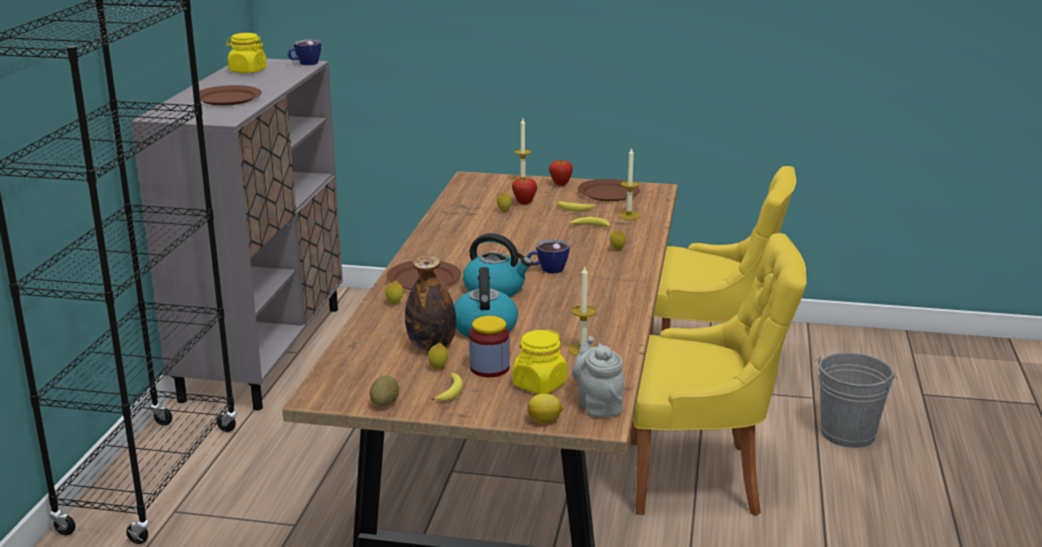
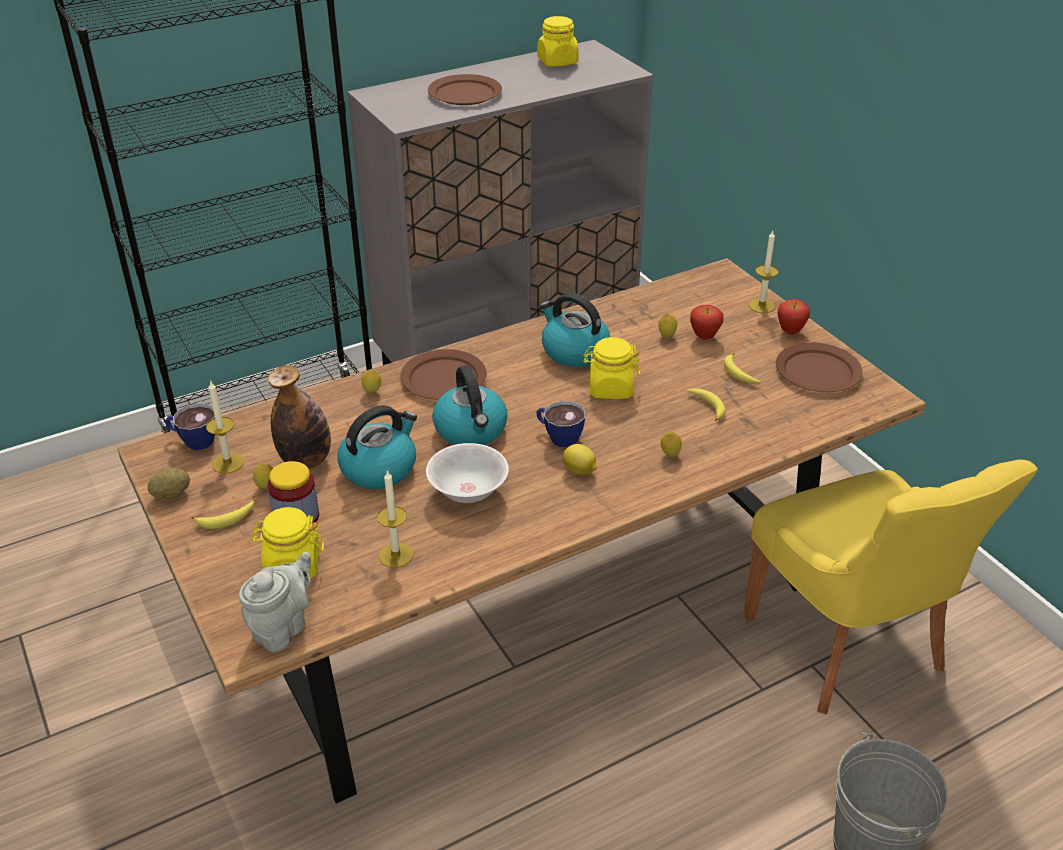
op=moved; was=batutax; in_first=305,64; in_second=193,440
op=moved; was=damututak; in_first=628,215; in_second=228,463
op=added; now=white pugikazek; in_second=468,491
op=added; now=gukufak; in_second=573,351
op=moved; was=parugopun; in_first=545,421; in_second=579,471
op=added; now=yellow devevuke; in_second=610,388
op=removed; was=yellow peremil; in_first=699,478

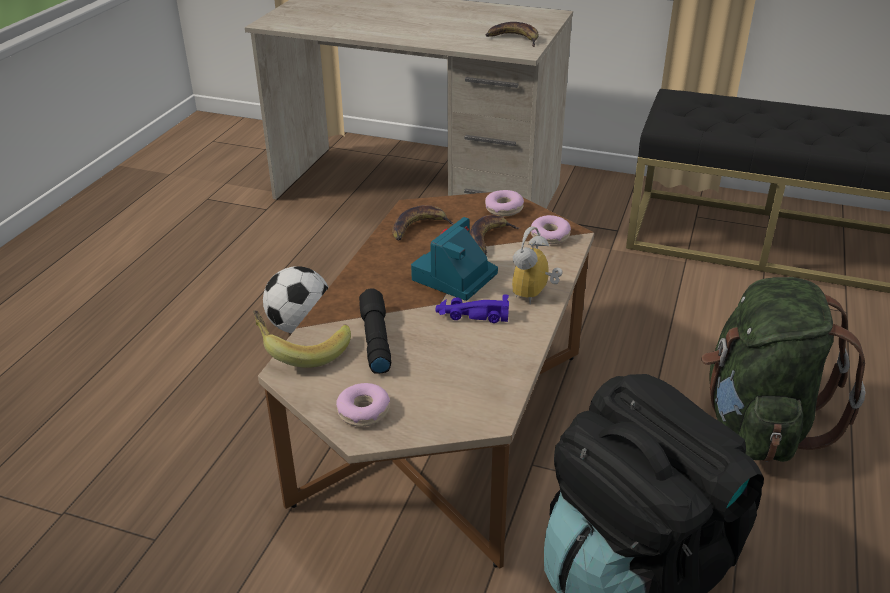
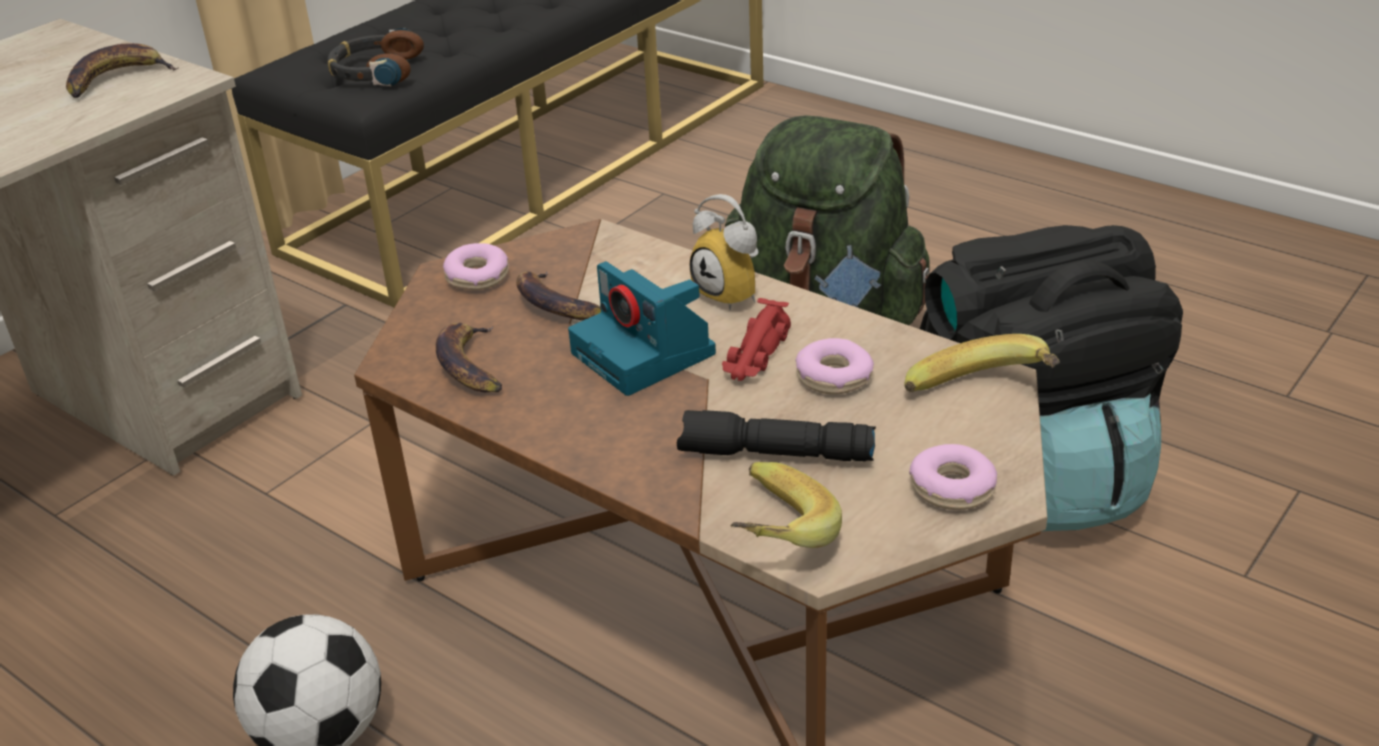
op=added; now=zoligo; in_second=375,71
op=recoloured; was=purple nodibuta; now=red nodibuta; in_first=471,315; in_second=756,355
op=moved; was=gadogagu; in_first=549,236; in_second=834,377
op=added; now=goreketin; in_second=984,398

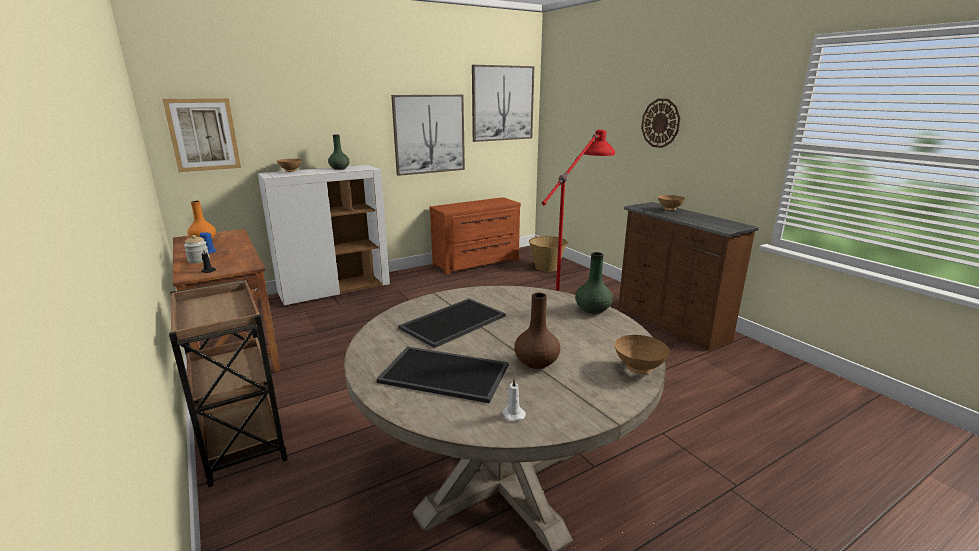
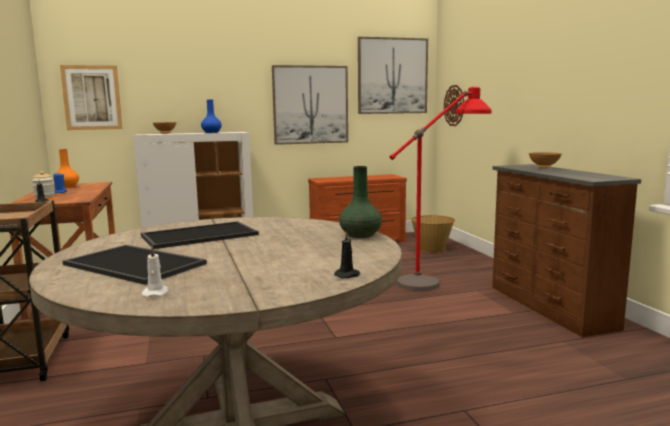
op=recoloured; was=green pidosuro; now=blue pidosuro; in_first=339,169; in_second=211,132
op=replaced; was=brown pugikazek; now=black damututak; in_first=640,369; in_second=348,275
op=moved; was=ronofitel; in_first=660,123; in_second=454,105
op=removed; was=brown pidosuro; in_first=537,362

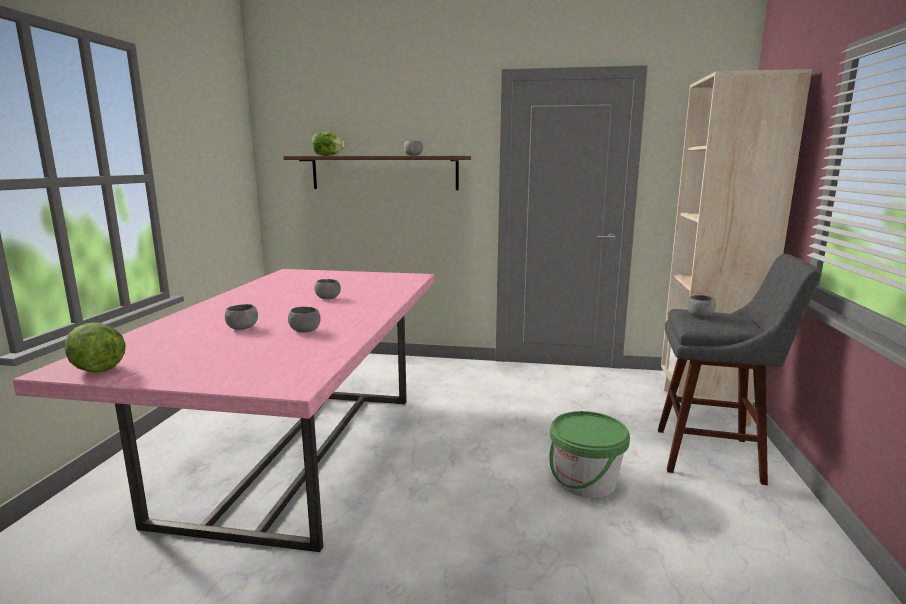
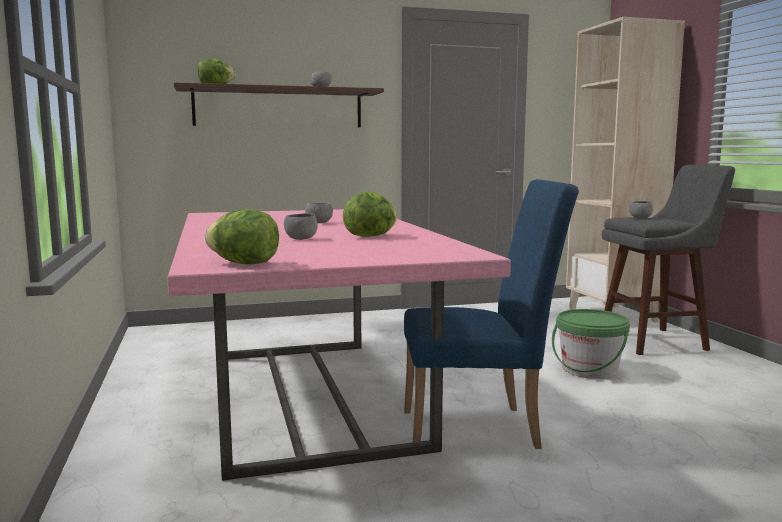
op=replaced; was=grey pugikazek; now=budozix; in_first=305,331; in_second=371,236
op=added; now=blue peremil; in_second=481,428

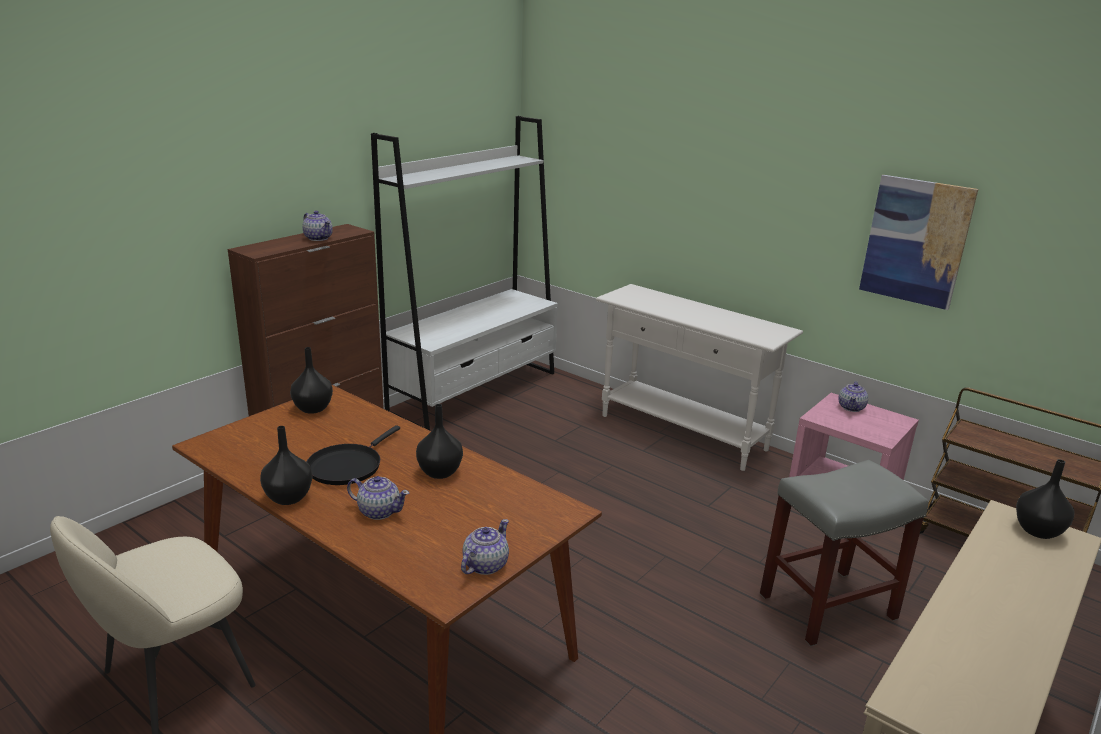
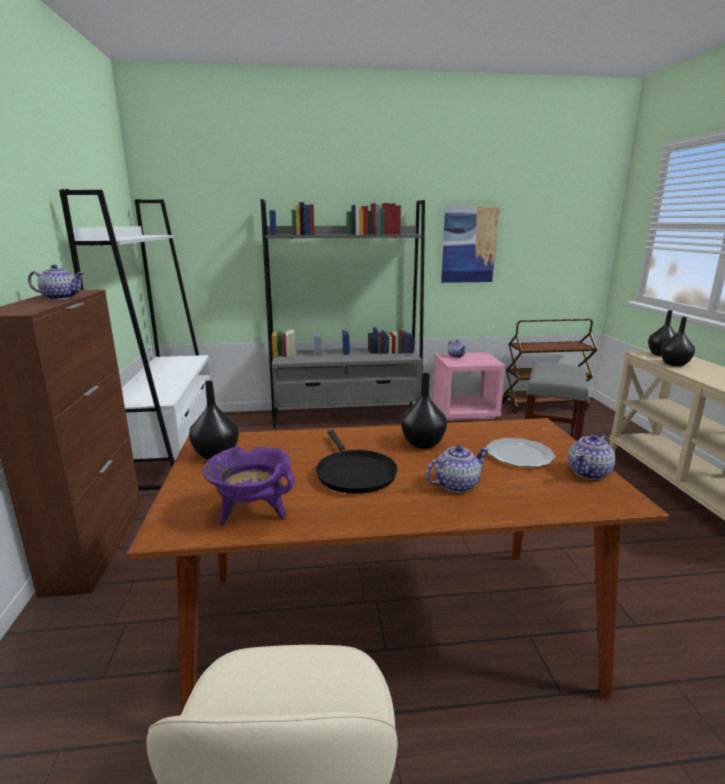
op=added; now=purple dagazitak; in_second=252,513
op=replaced; was=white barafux; now=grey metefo; in_first=683,433; in_second=347,416
op=added; now=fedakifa; in_second=519,455
op=turned; was=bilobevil; in_first=484,565; in_second=589,473; clockwise=-120
op=moved; was=black pidosuro; in_first=288,497; in_second=673,364

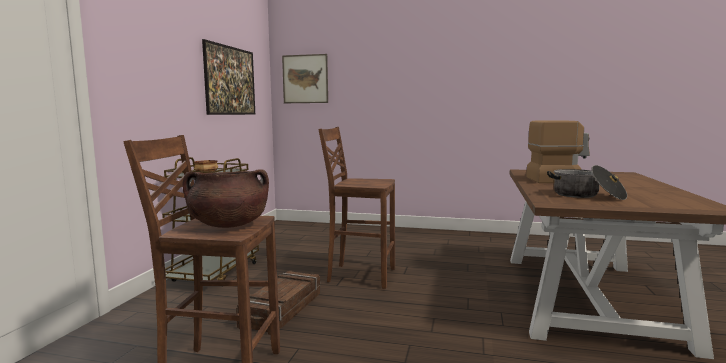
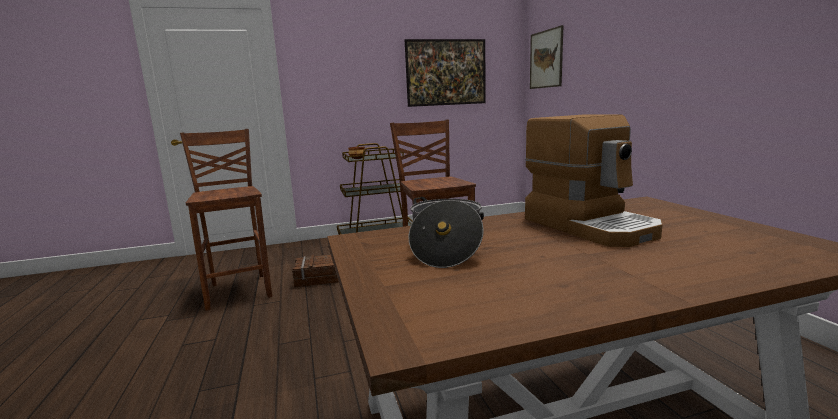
op=removed; was=brown dagazitak; in_first=229,225

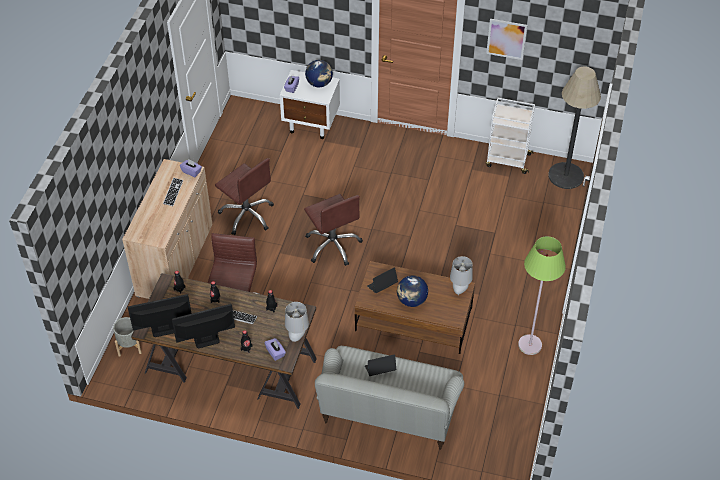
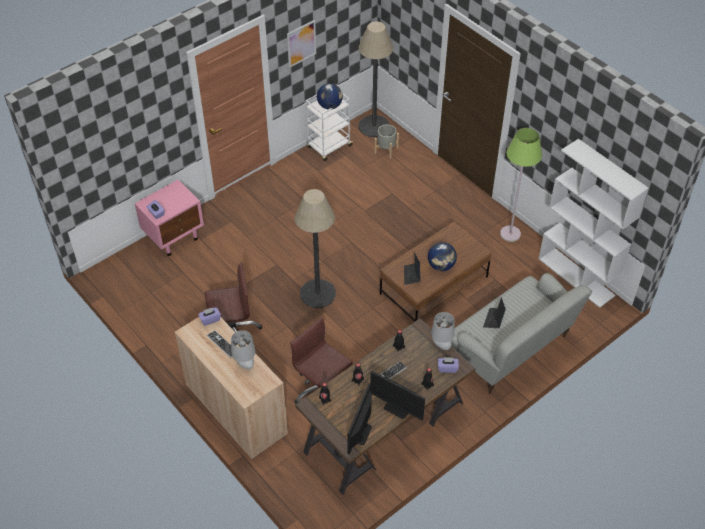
op=recoloured; was=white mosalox; now=pink mosalox; in_first=312,124; in_second=174,237
op=moved; was=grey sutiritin; in_first=459,289; in_second=245,364
op=replaced; was=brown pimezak; now=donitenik; in_first=333,245; in_second=317,294
op=moved; was=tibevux; in_first=319,83; in_second=330,106
op=turned; was=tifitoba; in_first=206,340; in_second=397,408; clockwise=-75
op=moved; was=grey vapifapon; in_first=129,346; in_second=386,150
op=added; now=white metefo; in_second=576,277

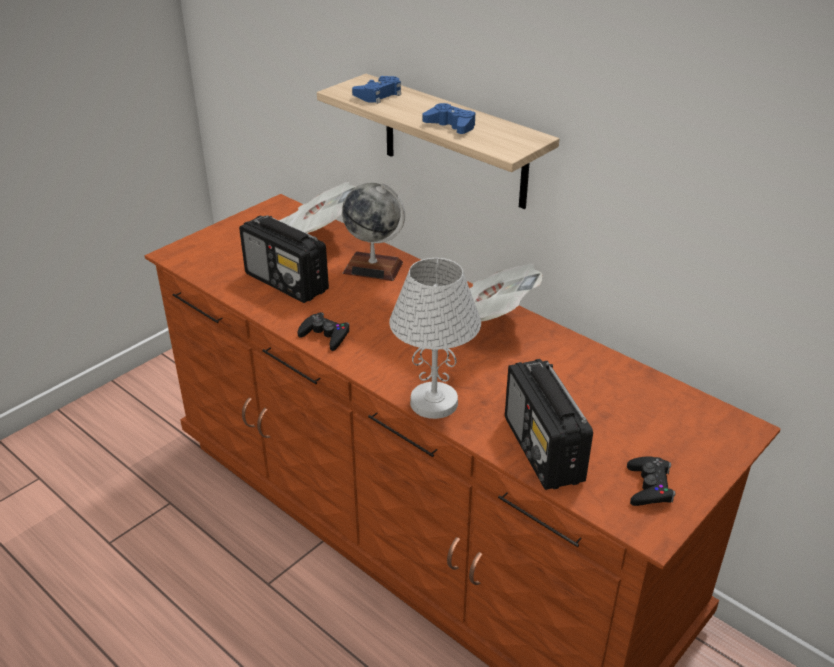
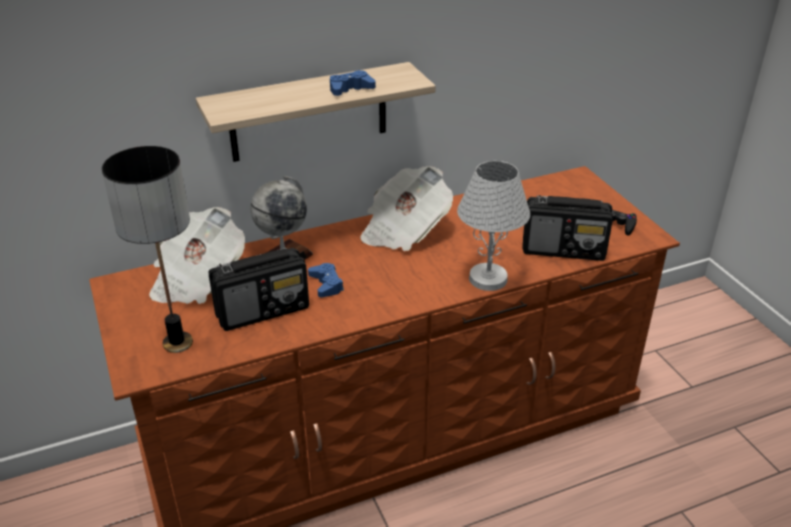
op=added; now=sutiritin; in_second=177,342
op=moved; was=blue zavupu; in_first=379,95; in_second=326,284
op=removed; was=black zavupu; in_first=325,335

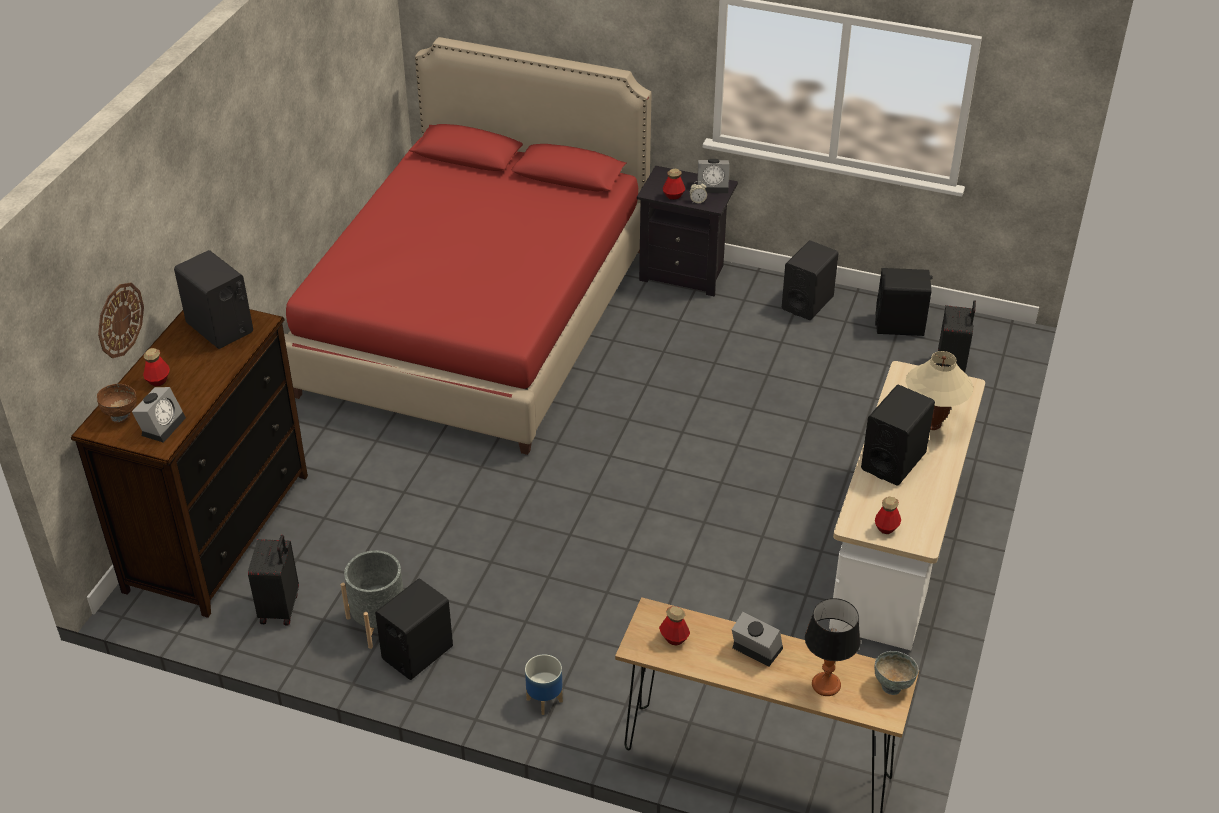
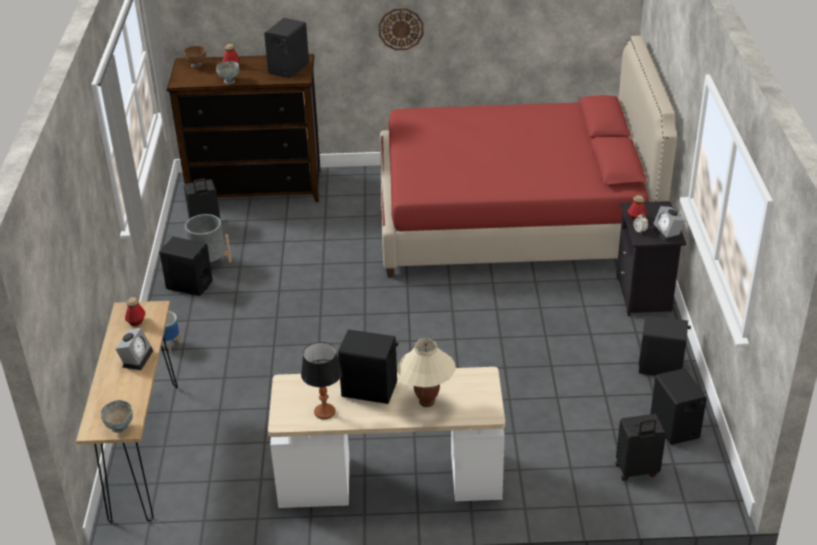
op=added; now=grey pugikazek; in_second=229,81
op=moved; was=sutiritin; in_first=826,685; in_second=324,412
op=moved; was=ronofitel; in_first=120,320; in_second=401,29
op=removed; was=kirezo; in_first=162,425
op=removed; was=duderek; in_first=886,528

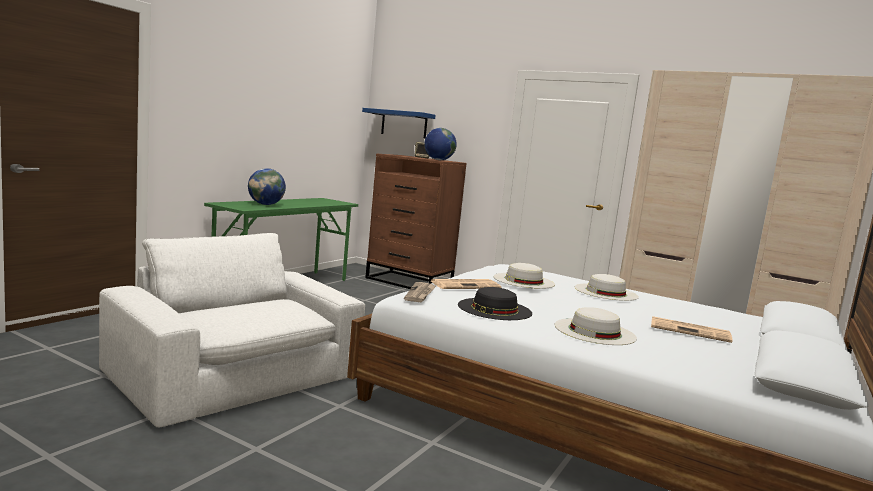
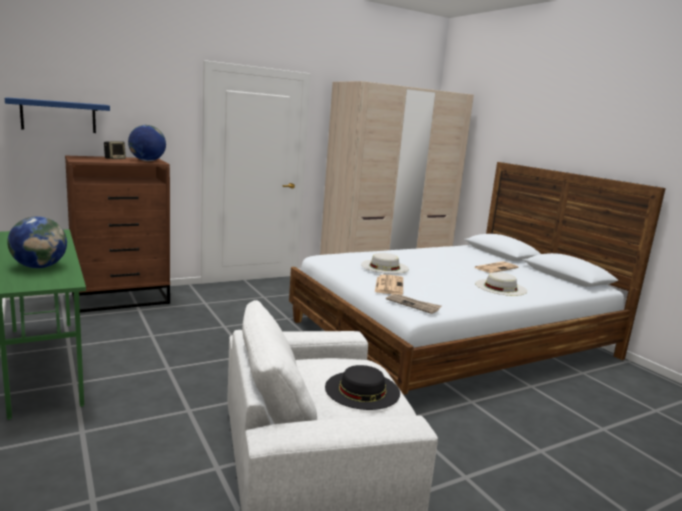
op=moved; was=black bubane; in_first=494,309; in_second=362,390
op=removed; was=white bubane; in_first=606,292

